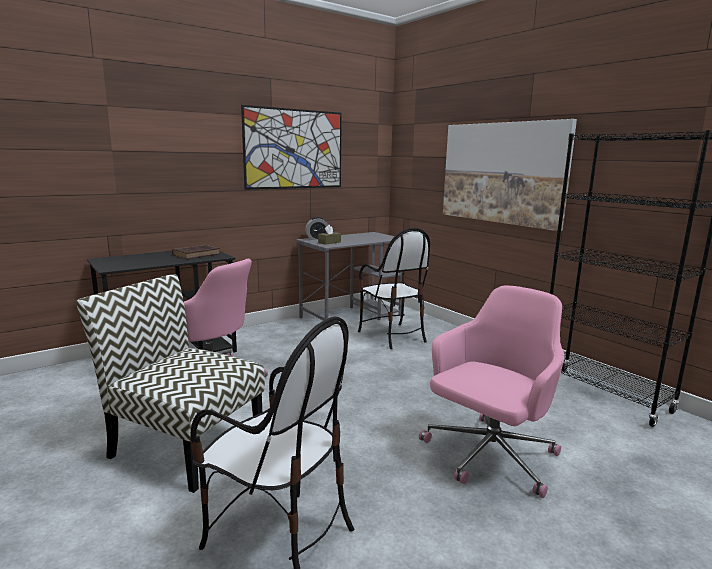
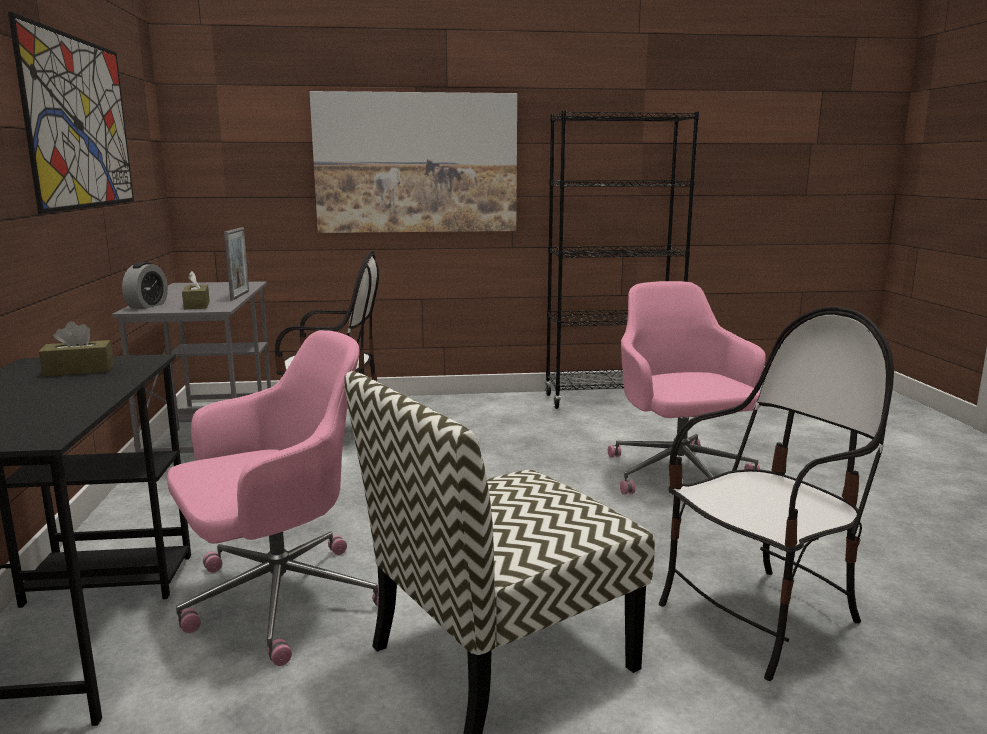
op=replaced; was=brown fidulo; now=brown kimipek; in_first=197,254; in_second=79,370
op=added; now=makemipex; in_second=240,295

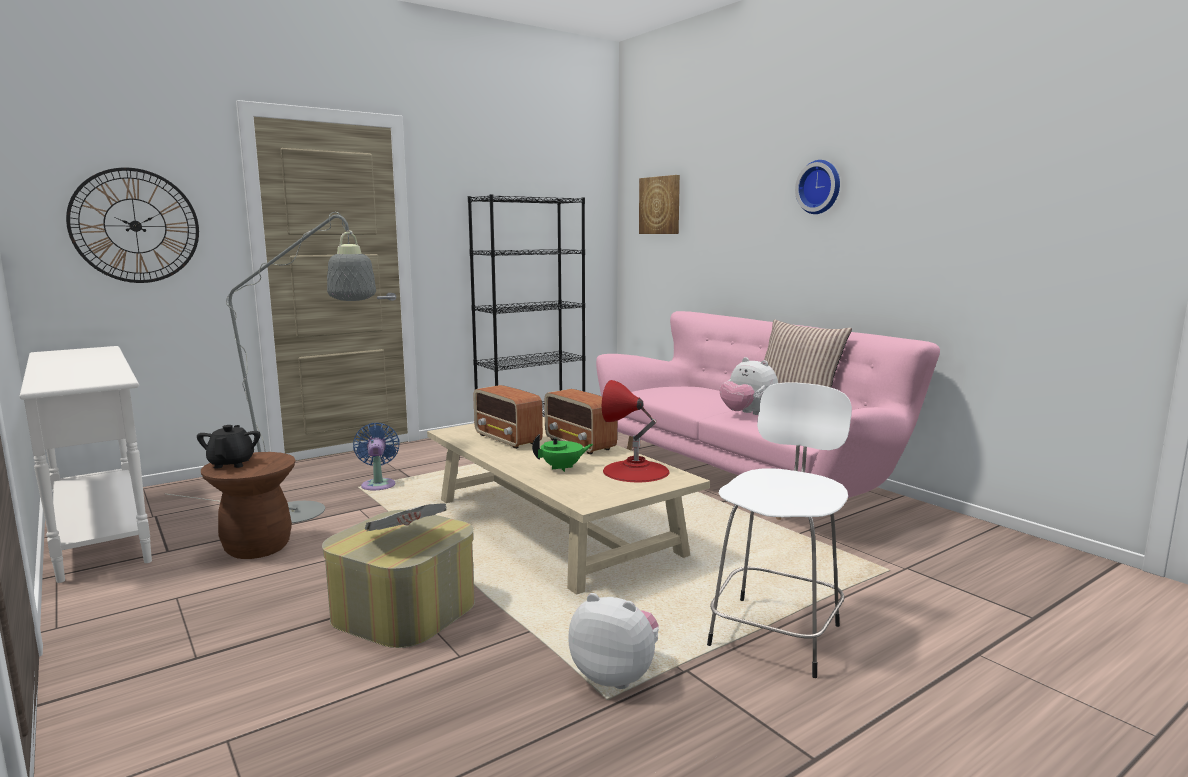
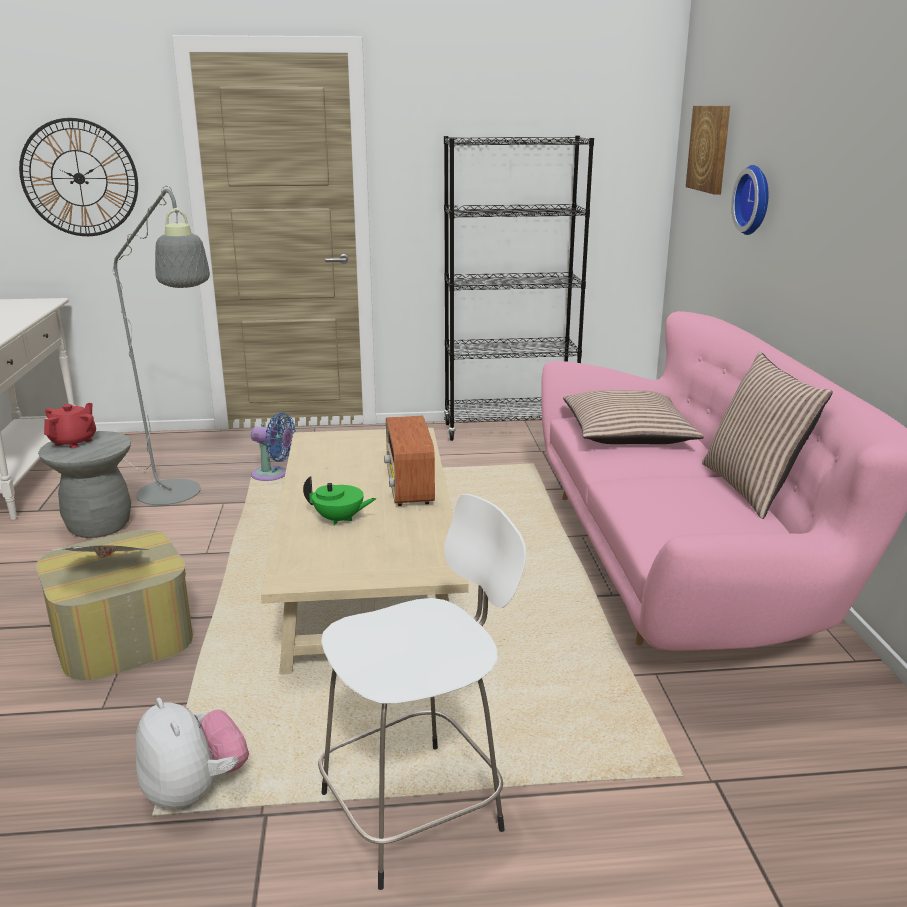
op=recoloured; was=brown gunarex; now=grey gunarex; in_first=257,547; in_second=99,526
op=recoloured; was=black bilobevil; now=red bilobevil; in_first=232,463; in_second=74,442
op=turned; was=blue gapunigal; in_first=378,484; in_second=273,475; clockwise=90
op=added; now=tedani; in_second=627,433
op=moved; was=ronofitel; in_first=820,187; in_second=756,200
op=removed; was=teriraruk; in_first=508,439
op=removed; was=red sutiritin; in_first=635,471
op=removed; was=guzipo; in_first=747,414

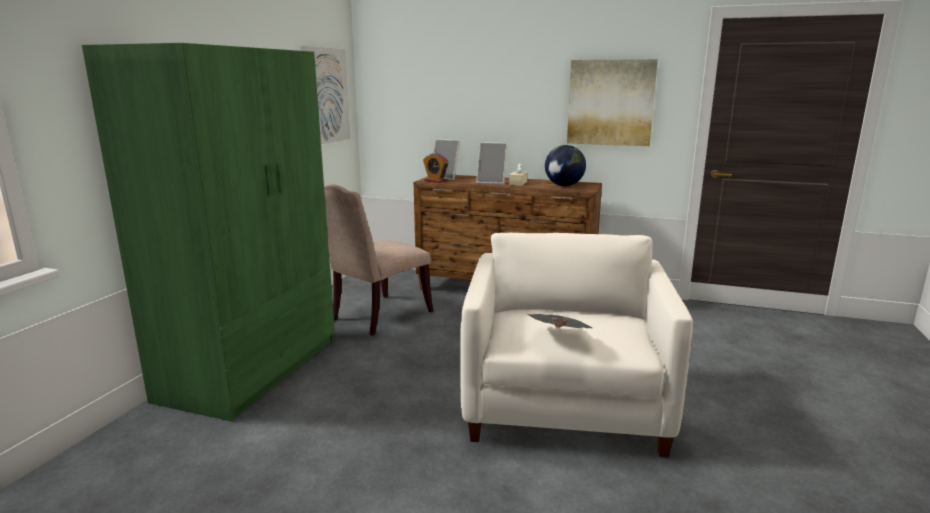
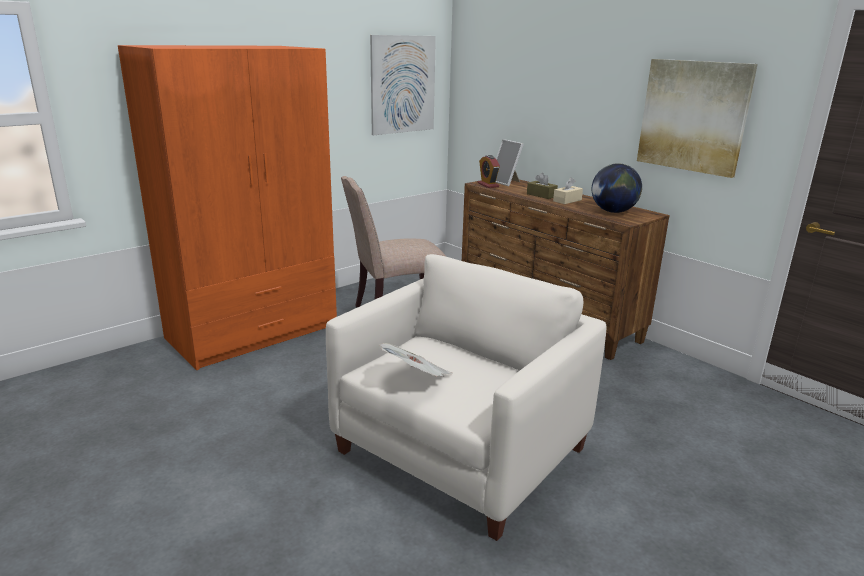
op=recoloured; was=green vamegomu; now=orange vamegomu; in_first=253,368; in_second=253,332
op=replaced; was=makemipex; now=brown kimipek; in_first=492,182; in_second=541,195

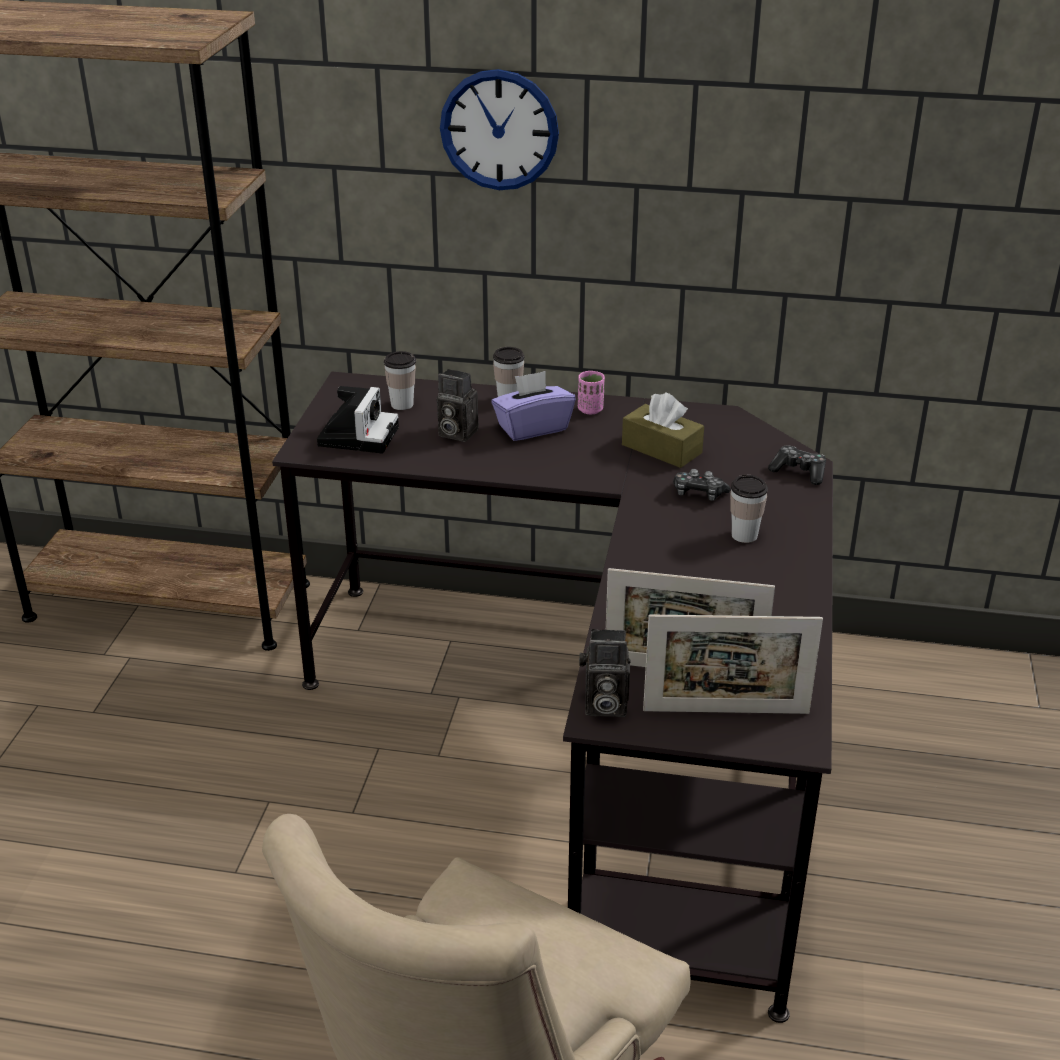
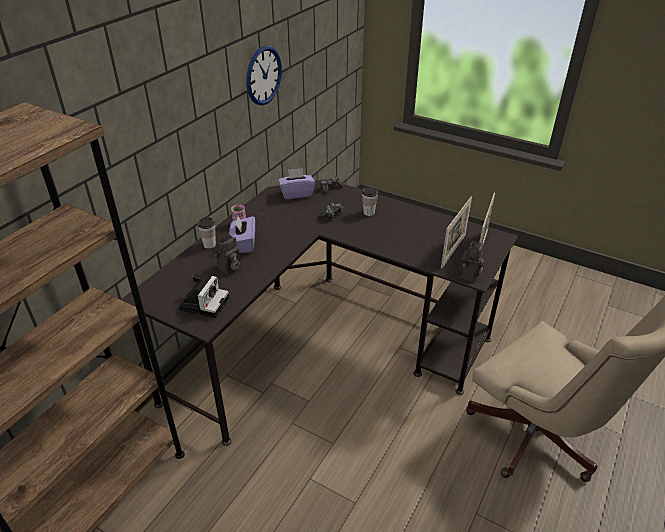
op=turned; was=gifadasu; in_first=358,435; in_second=204,302; clockwise=75
op=moved; was=ronofitel; in_first=499,130; in_second=263,75
op=added; now=purple kimipek; in_second=296,194
op=removed; was=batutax; in_first=402,404
op=removed; was=brown kimipek; in_first=661,449

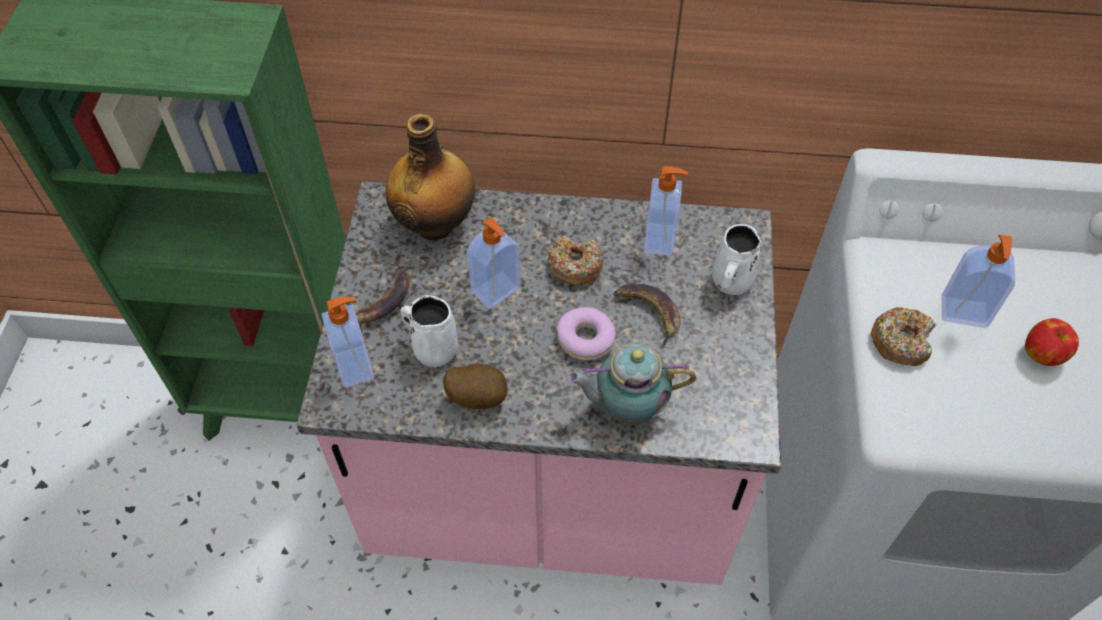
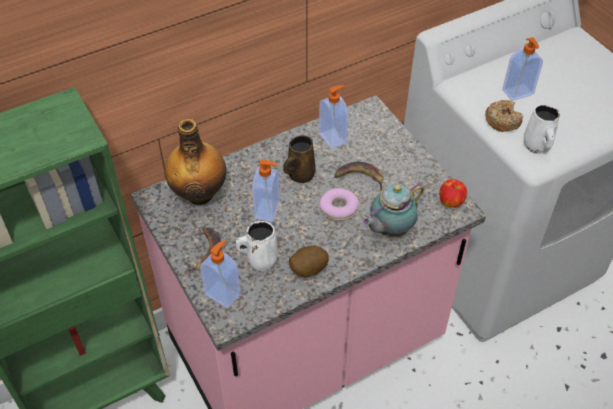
op=replaced; was=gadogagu; now=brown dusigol; in_first=575,266; in_second=299,175
op=moved; was=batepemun; in_first=1042,355; in_second=451,202
op=moved; was=white dusigol; in_first=730,282; in_second=537,146

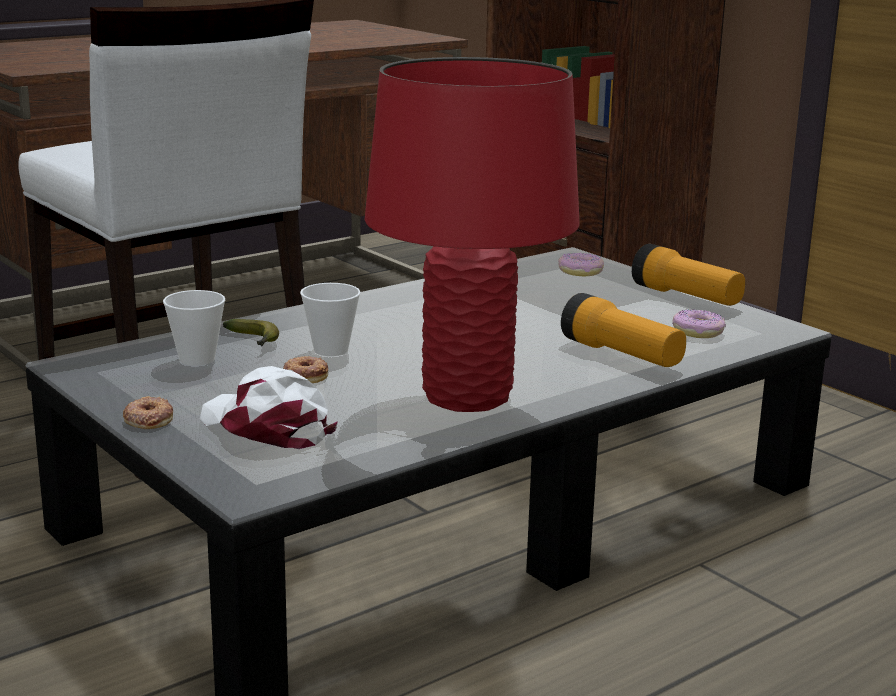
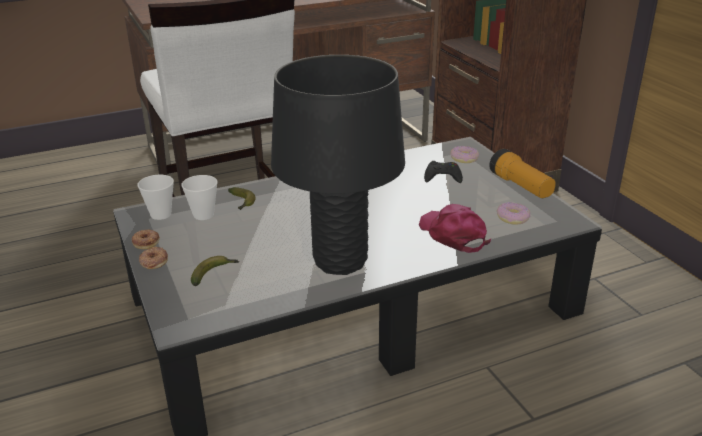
op=moved; was=gadogagu; in_first=306,375; in_second=146,242
op=moved; was=batutax; in_first=331,350; in_second=161,214
op=replaced; was=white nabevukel; now=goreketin; in_first=267,426; in_second=214,274
op=recoloured; was=red sutiritin; now=black sutiritin; in_first=467,397; in_second=340,261
op=replaced; was=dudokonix; now=pink nabevukel; in_first=621,355; in_second=453,234
op=added; now=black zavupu; in_second=442,177

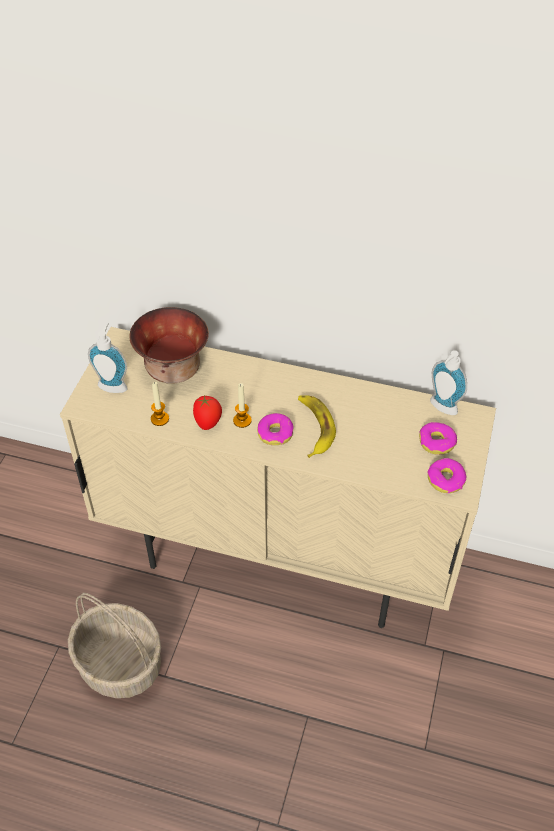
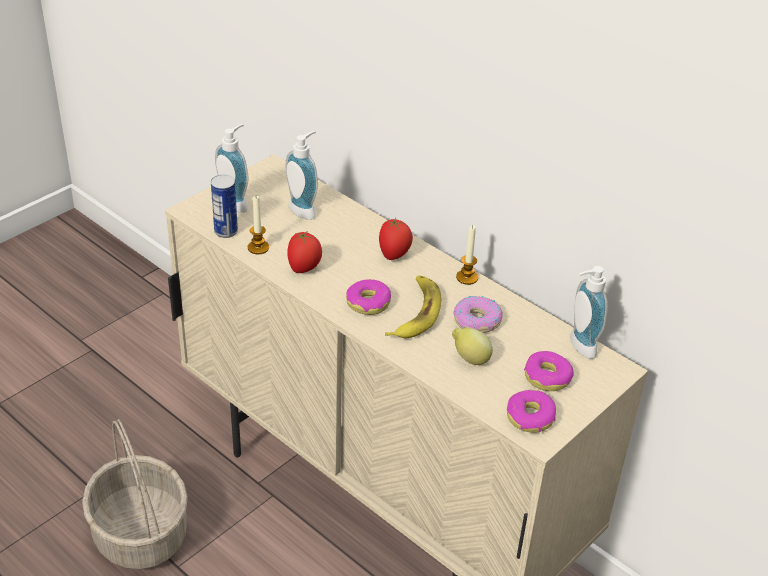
op=added; now=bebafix; in_second=226,231
op=replaced; was=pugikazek; now=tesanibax; in_first=172,369; in_second=305,209
op=added; now=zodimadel; in_second=394,255
op=added; now=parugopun; in_second=470,359
op=added; now=gadogagu; in_second=477,321
op=moved; was=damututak; in_first=242,420; in_second=467,277

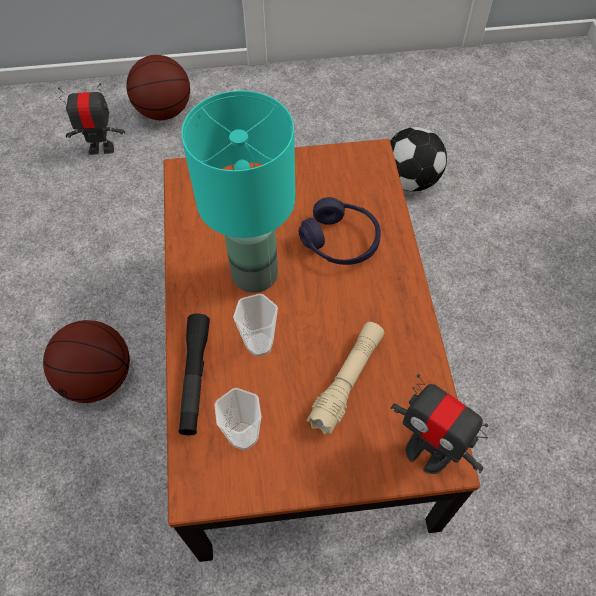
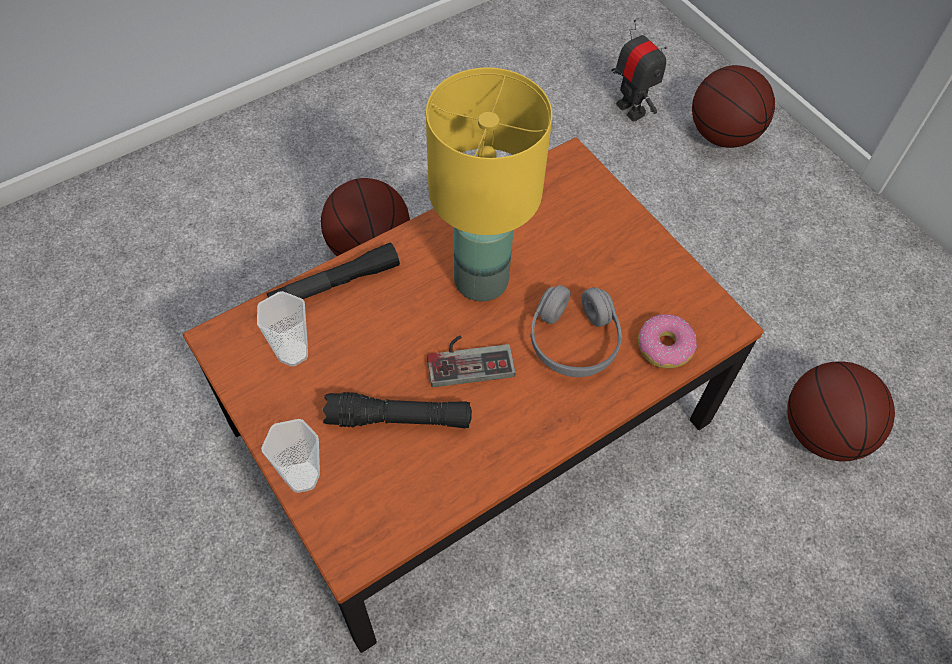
op=moved; was=batutax; in_first=259,344; in_second=302,477
op=recoloured; was=beige dudokonix; now=black dudokonix; in_first=347,381; in_second=399,419
op=recoloured; was=turquoise sutiritin; now=yellow sutiritin; in_first=256,274; in_second=482,281
op=added; now=zavupu; in_second=469,358
op=recoloured; was=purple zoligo; now=grey zoligo; in_first=340,241; in_second=573,341
op=added; now=gadogagu; in_second=664,346
op=replaced; was=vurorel; now=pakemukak; in_first=411,180; in_second=822,432
op=removed; was=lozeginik; in_first=428,452

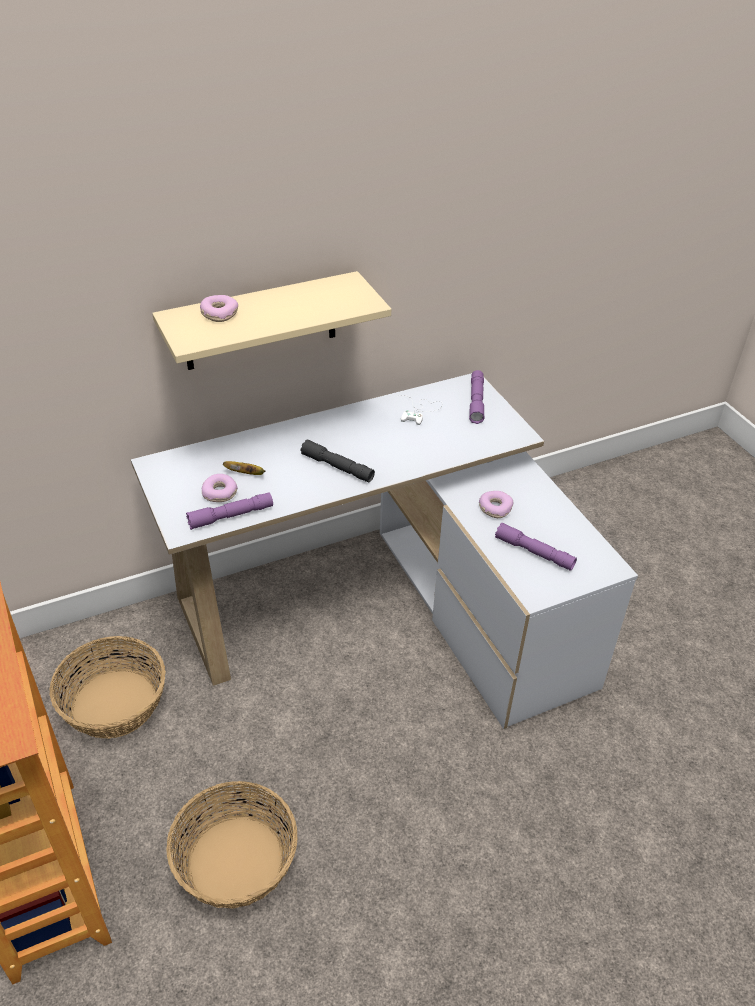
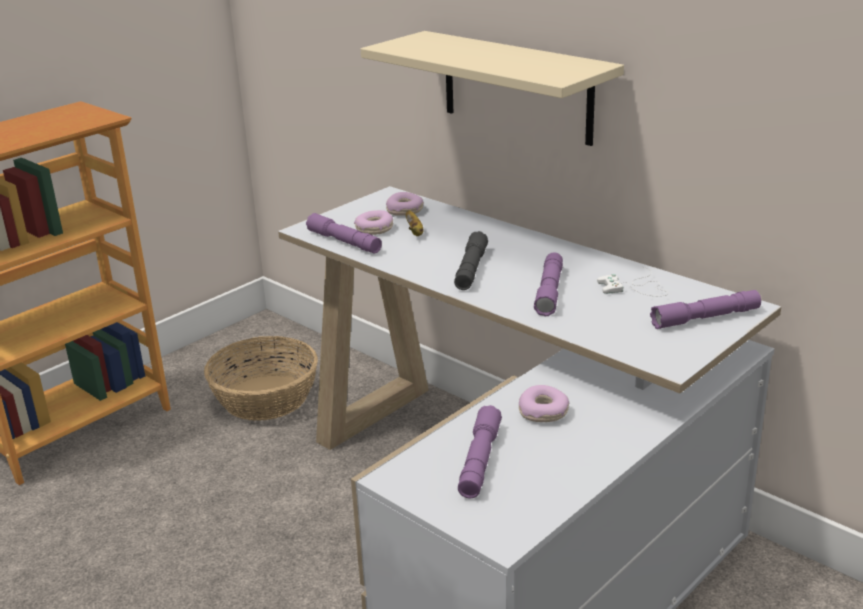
op=moved; was=gadogagu; in_first=219,314; in_second=405,210
op=added; now=purple dudokonix; in_second=549,291
op=removed; was=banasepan; in_first=235,860

